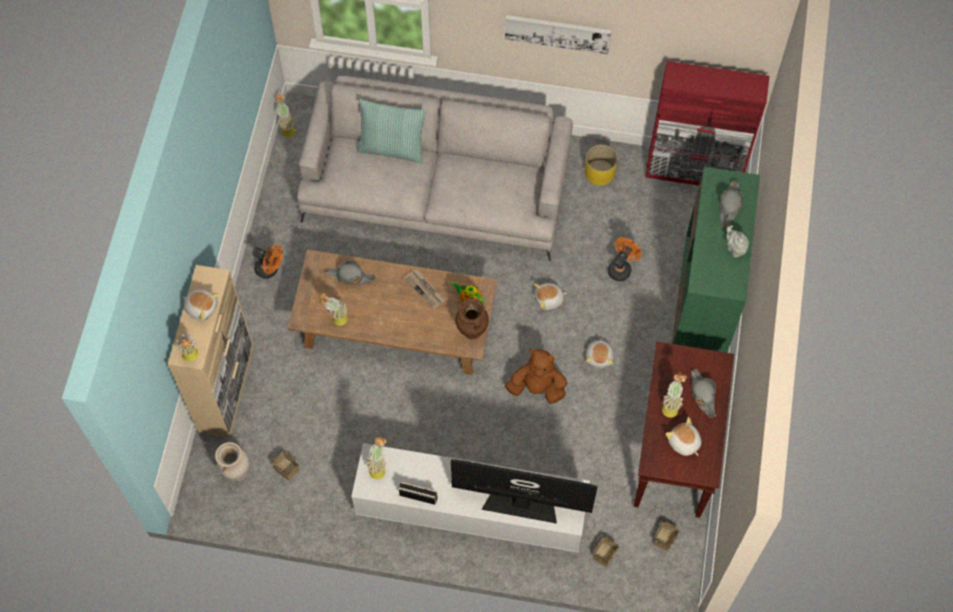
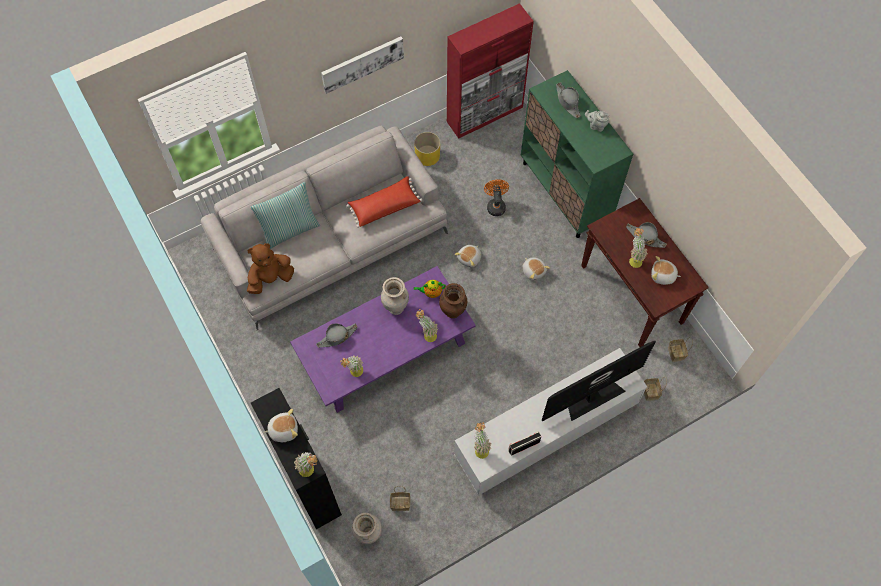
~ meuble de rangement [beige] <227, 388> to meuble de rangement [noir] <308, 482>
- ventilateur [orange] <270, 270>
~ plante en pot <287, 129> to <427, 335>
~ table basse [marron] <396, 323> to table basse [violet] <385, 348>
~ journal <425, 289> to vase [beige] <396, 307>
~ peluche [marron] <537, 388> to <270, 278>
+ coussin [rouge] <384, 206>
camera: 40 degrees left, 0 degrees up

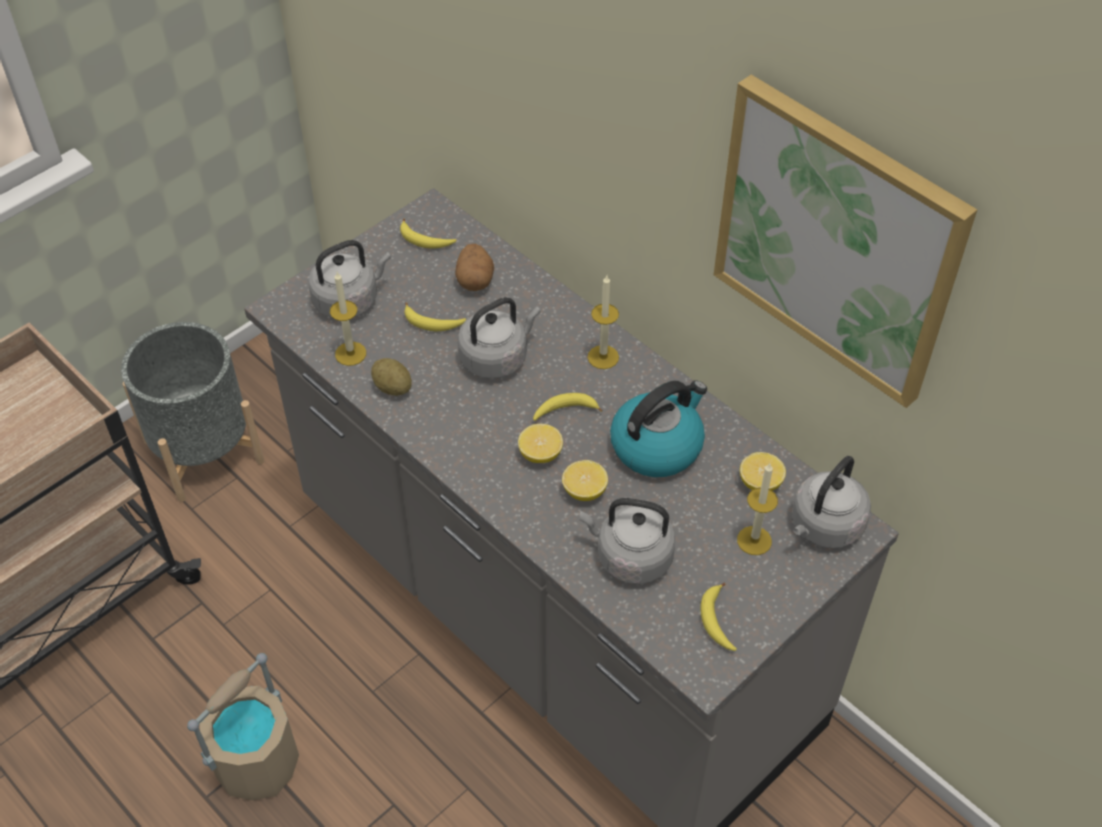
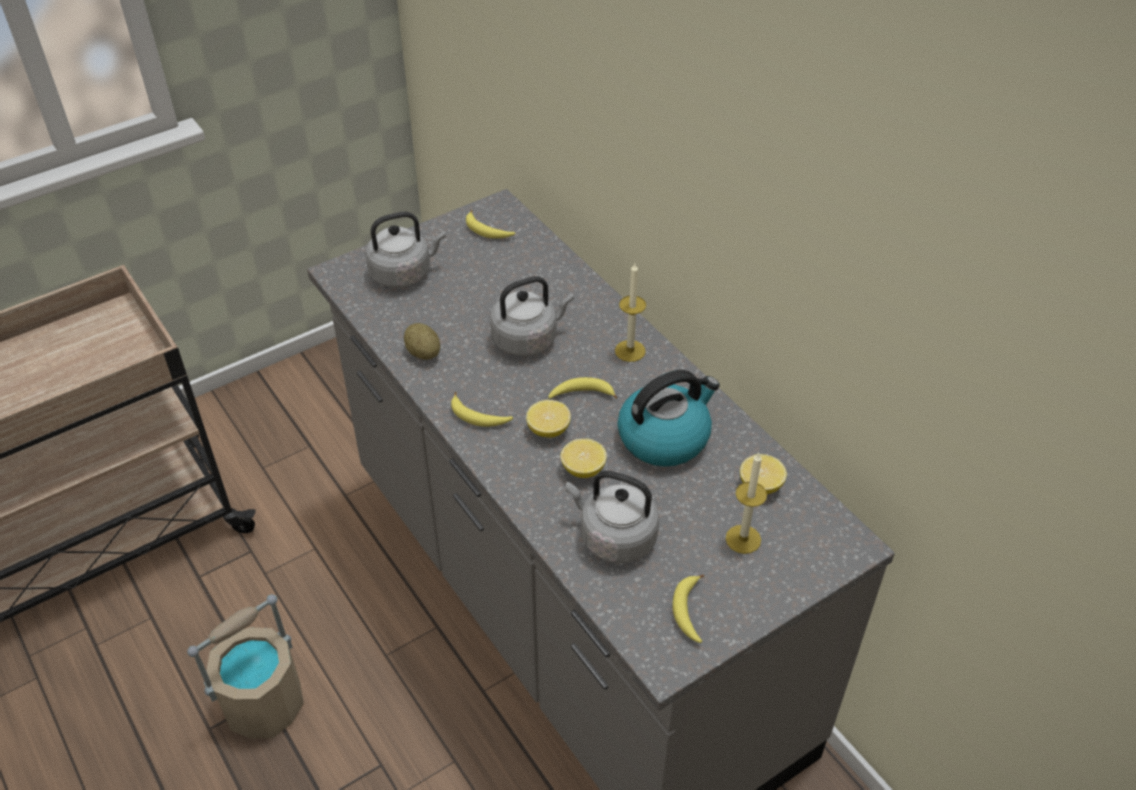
- cache-pot [gris] <203, 451>
- bougie <350, 353>
~ banane <432, 323> to <478, 417>
- pomme de terre <475, 280>
- tableau <837, 241>
- bouilloire [gris] <824, 527>
camera: 10 degrees right, 5 degrees down

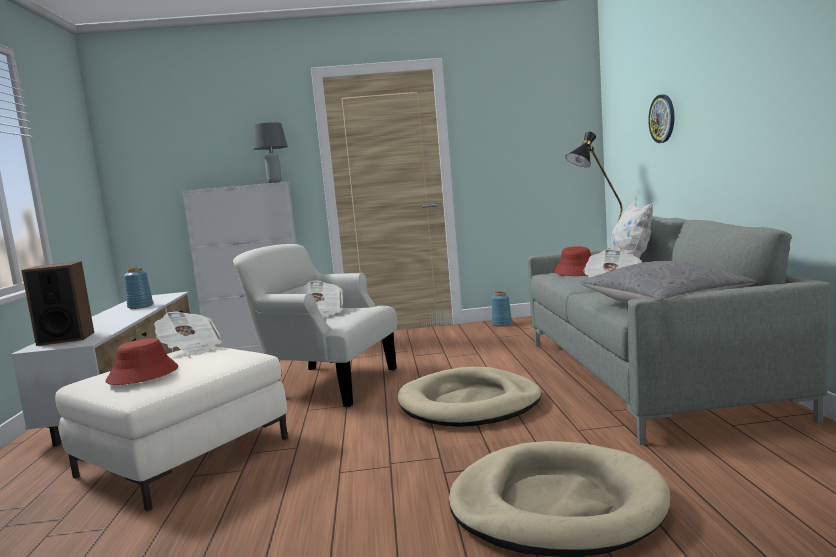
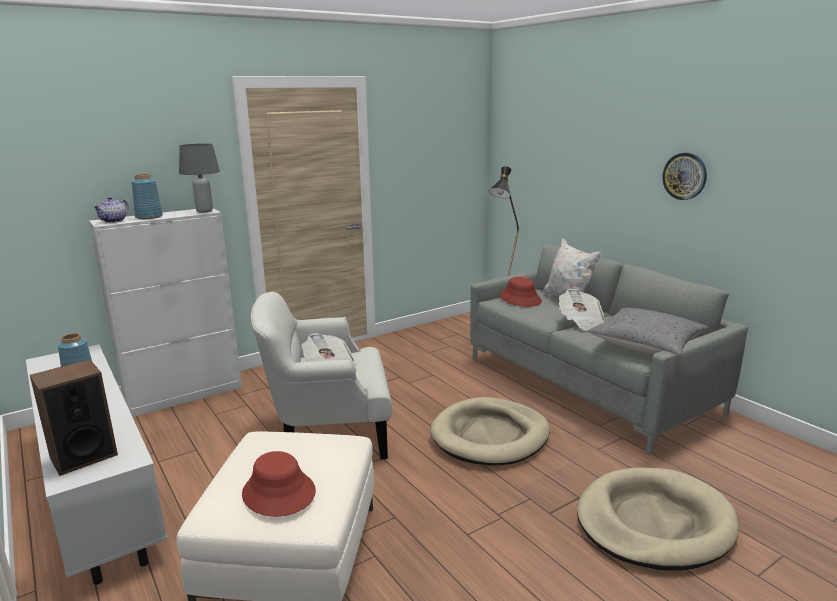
- journal <190, 349>
~ vase [bleu] <502, 324> to <149, 217>
~ horloge murale <662, 118> to <685, 176>
+ théière <114, 221>
camera: 30 degrees left, 10 degrees up

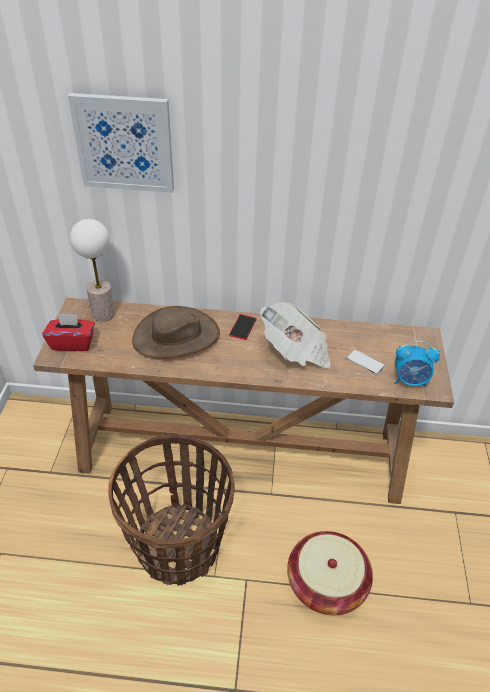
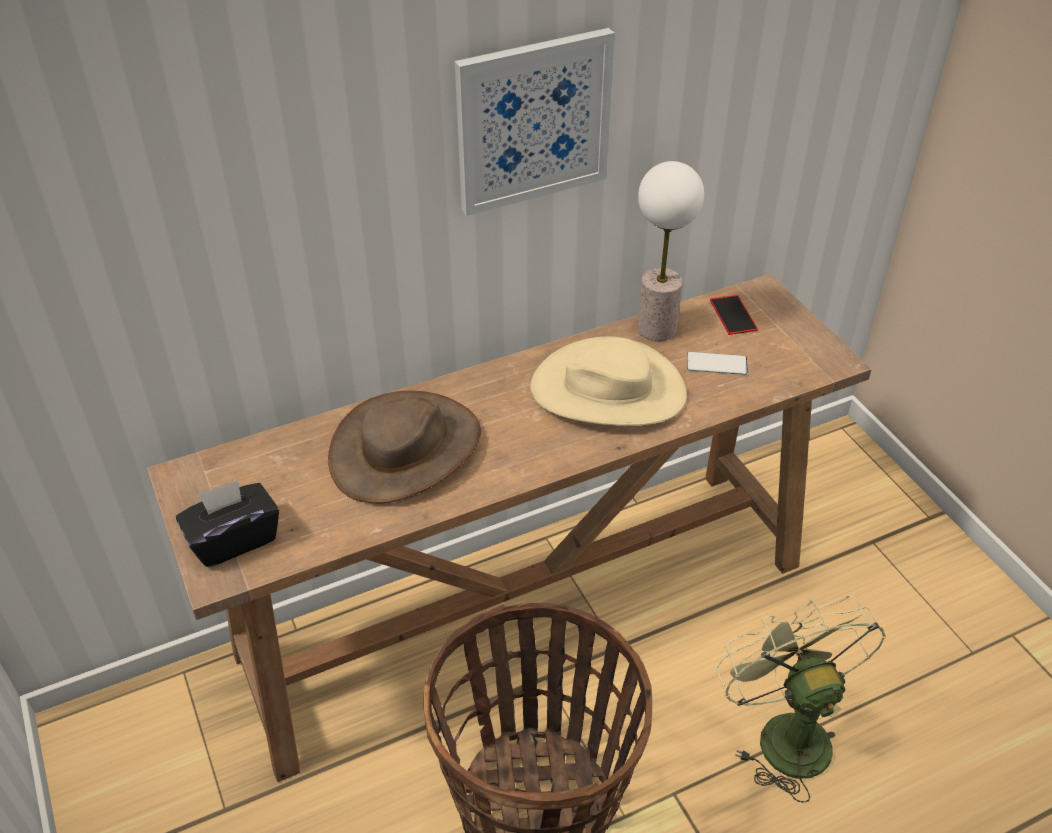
~ boîte à mouchoirs [rouge] <72, 343> to boîte à mouchoirs [noir] <234, 539>
~ tableau <124, 143> to <533, 121>
~ lampe de table <103, 314> to <657, 328>
~ téléphone <242, 327> to <733, 315>
~ journal <296, 351> to chapeau [beige] <608, 390>
~ panier <326, 583> to ventilateur [vert] <784, 732>
- réveil <410, 381>
camera: 30 degrees left, 0 degrees up

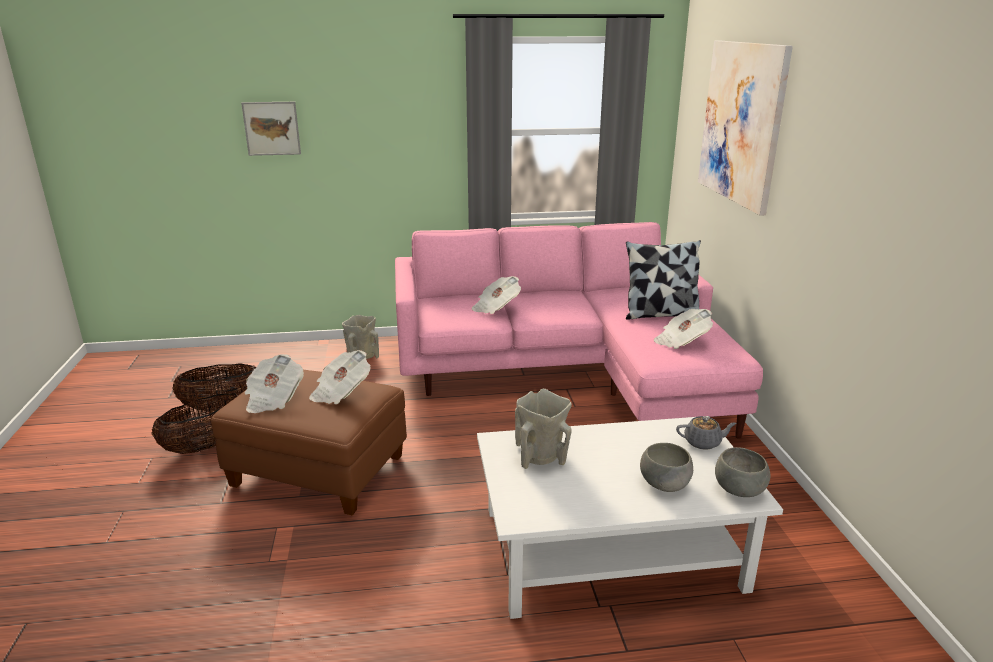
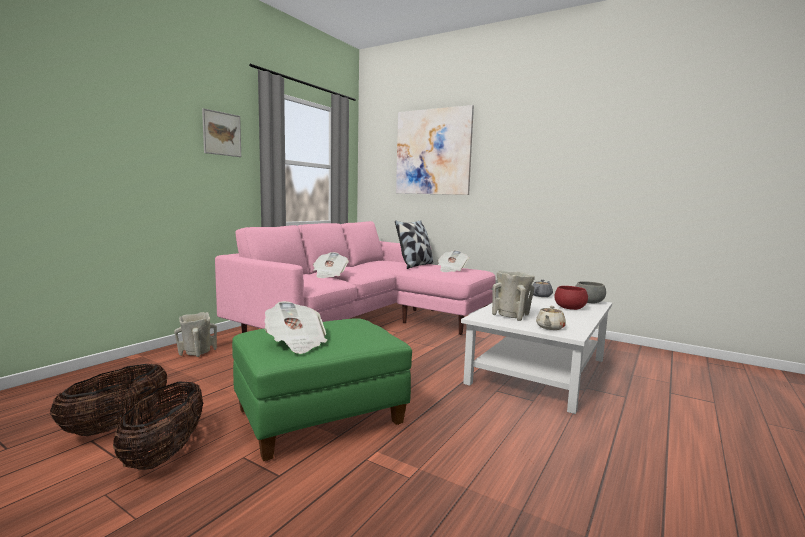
~ pouf [marron] <319, 471> to pouf [vert] <320, 417>
~ tableau <271, 128> to <222, 133>
- journal <340, 392>
~ bol [gris] <664, 483> to bol [rouge] <569, 308>
+ théière [beige] <550, 327>
camera: 50 degrees left, 15 degrees down

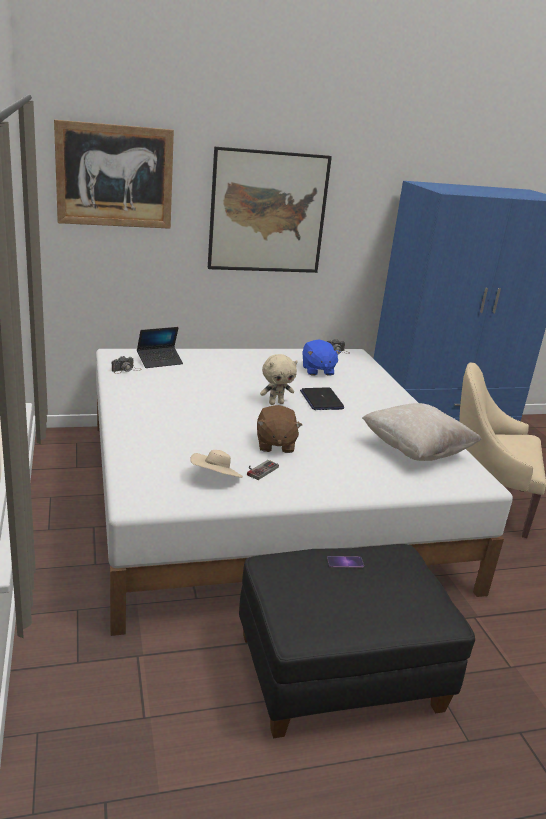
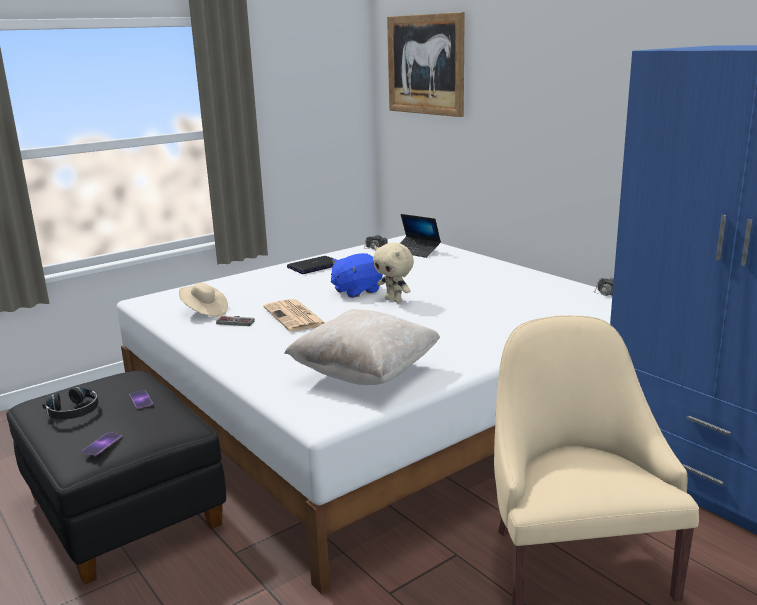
- tableau <267, 212>
~ peluche [marron] <275, 444> to journal <295, 316>
~ ordinateur portable <321, 400> to <314, 266>
~ peluche [bleu] <317, 370> to <356, 291>
+ casque audio [noir] <73, 411>
+ téléphone <102, 444>
camera: 70 degrees right, 5 degrees down

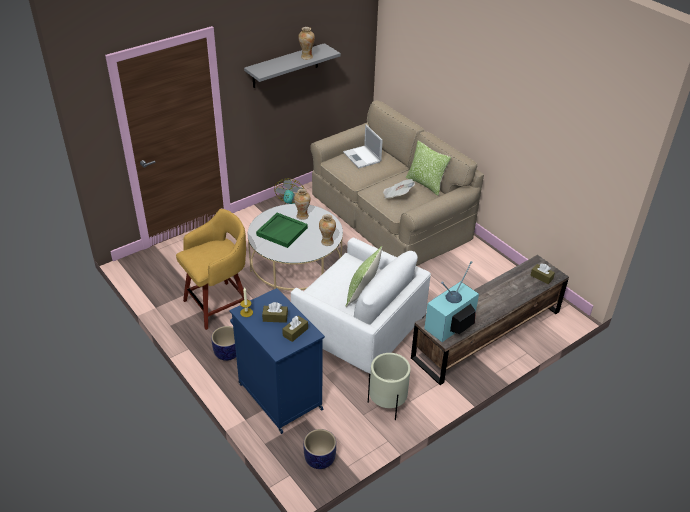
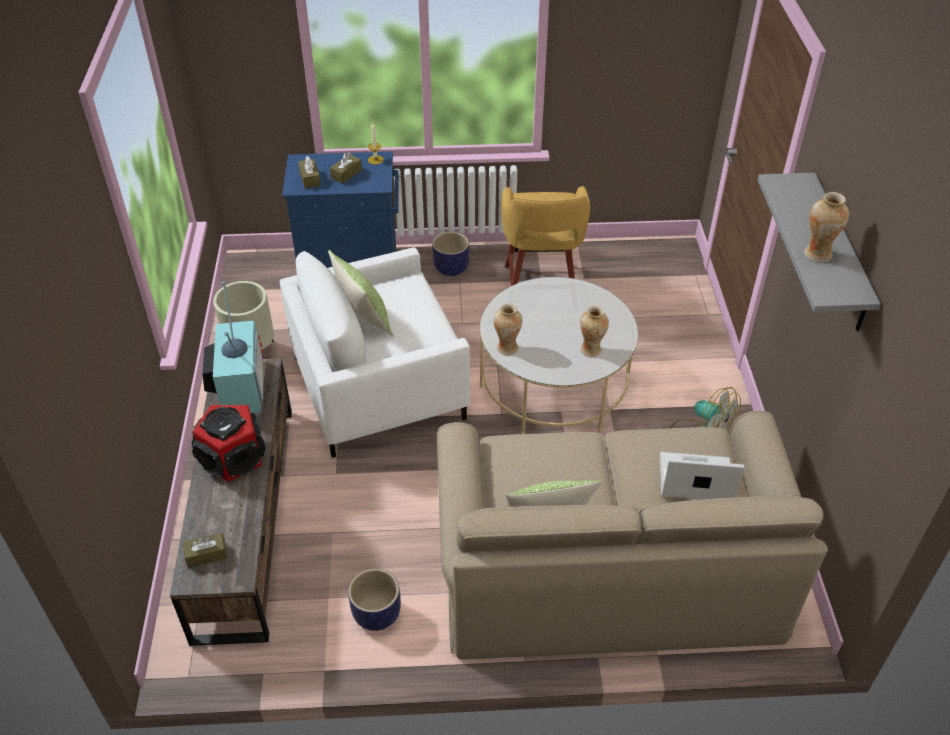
- plateau [vert] <282, 231>
~ cache-pot <320, 459> to <376, 614>
- journal <397, 195>
+ enceinte <234, 458>
camera: 125 degrees right, 5 degrees up

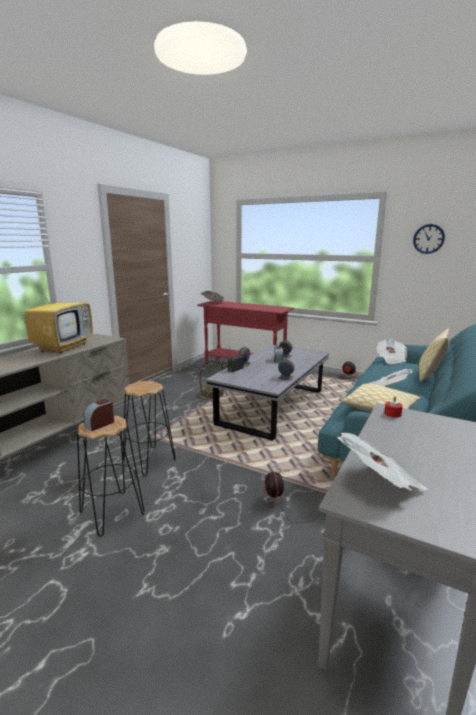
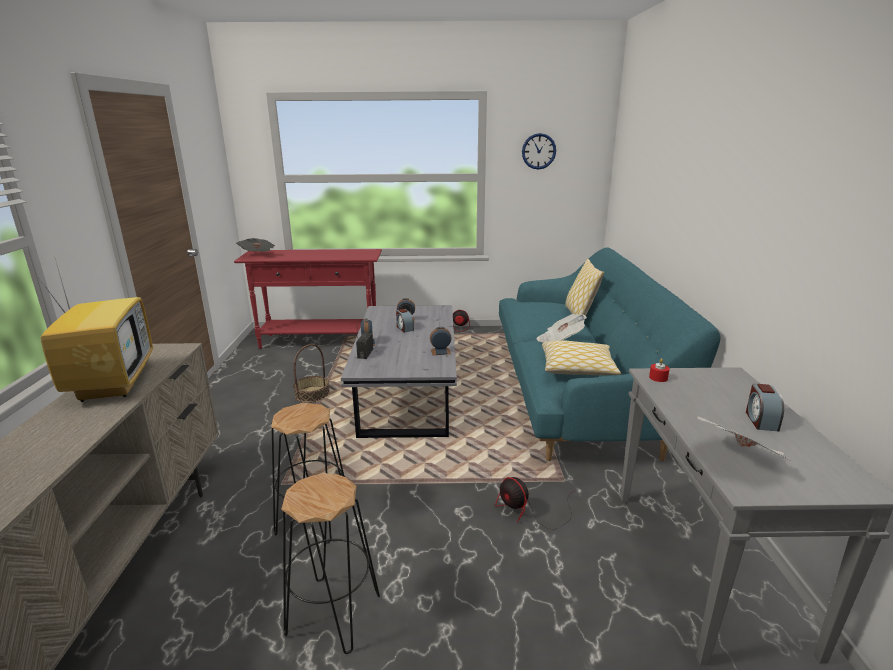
~ réveil <100, 424> to <761, 420>
- journal <390, 360>
camera: 30 degrees left, 5 degrees up

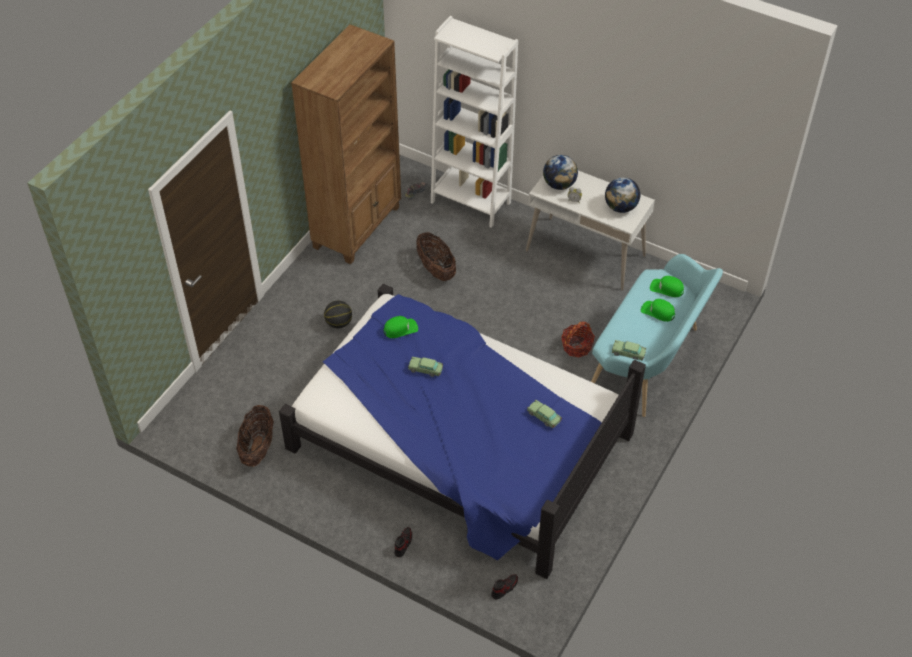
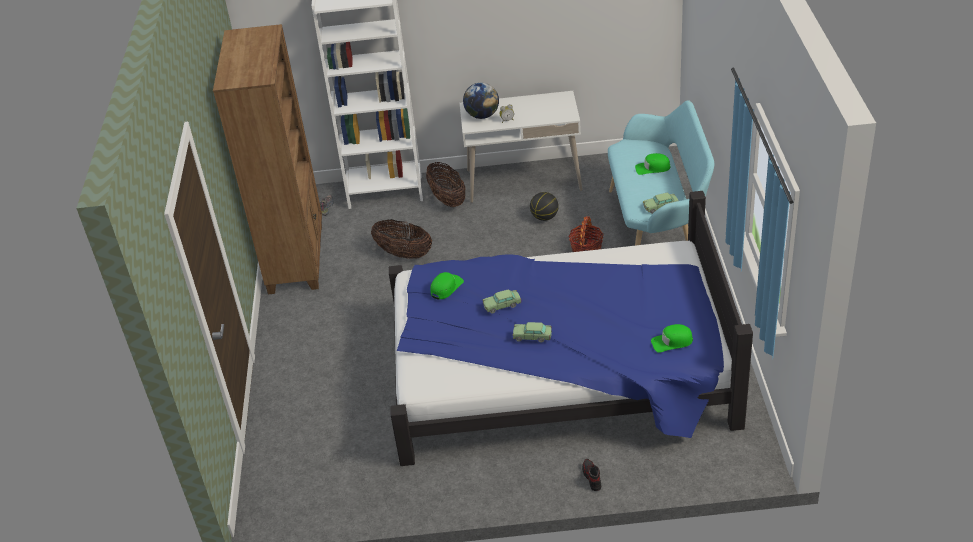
~ panier <257, 448> to <447, 199>
~ ballon de basket <338, 323> to <544, 217>
- chaussure <504, 588>
~ petite voiture <544, 417> to <532, 336>
- globe <621, 207>
~ casquette [vert] <666, 288> to <672, 342>
camera: 30 degrees left, 10 degrees down

